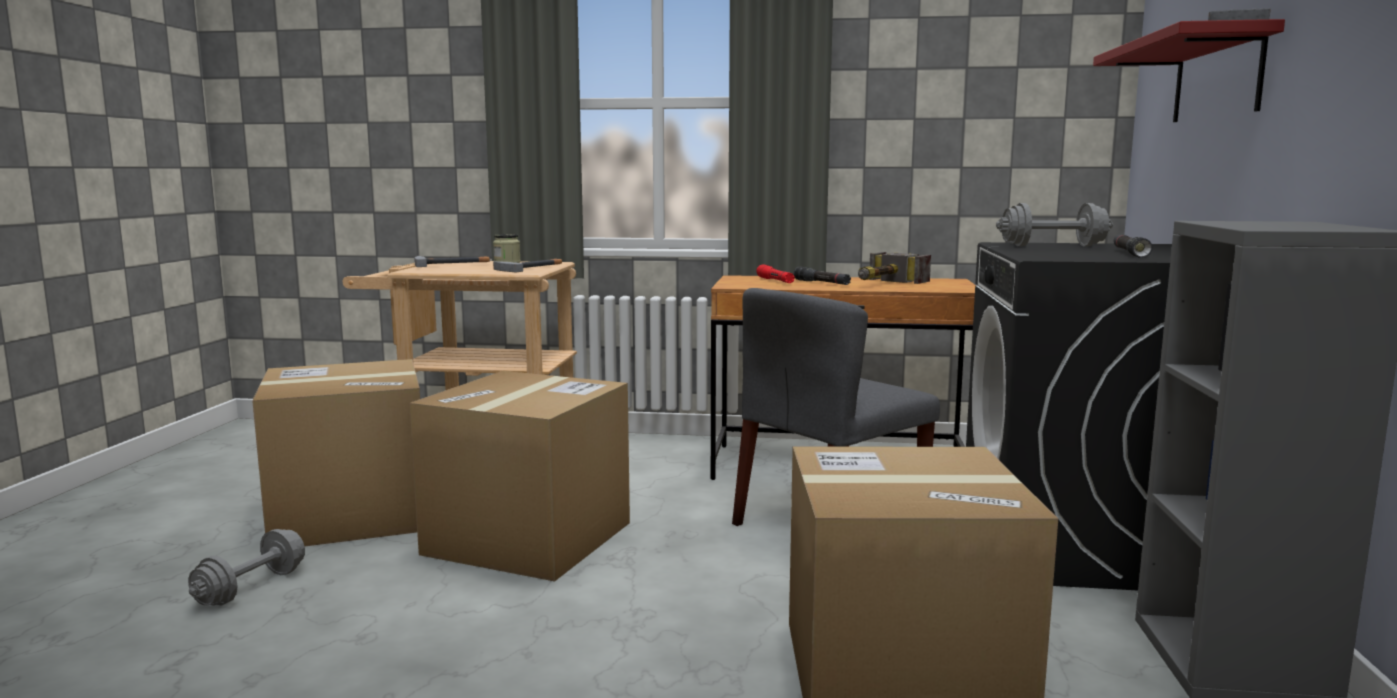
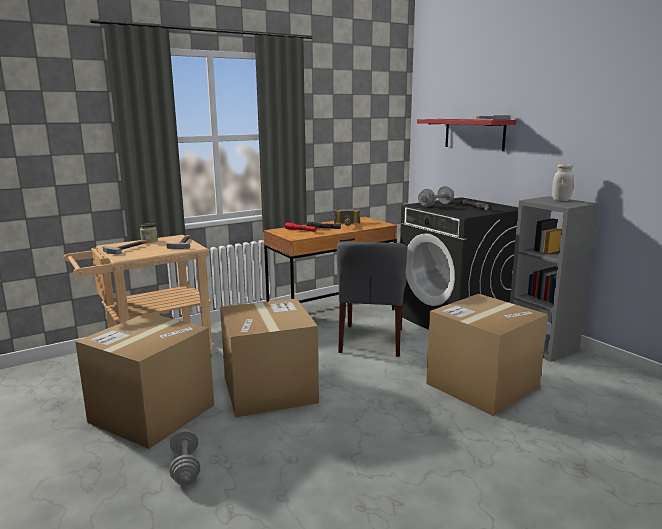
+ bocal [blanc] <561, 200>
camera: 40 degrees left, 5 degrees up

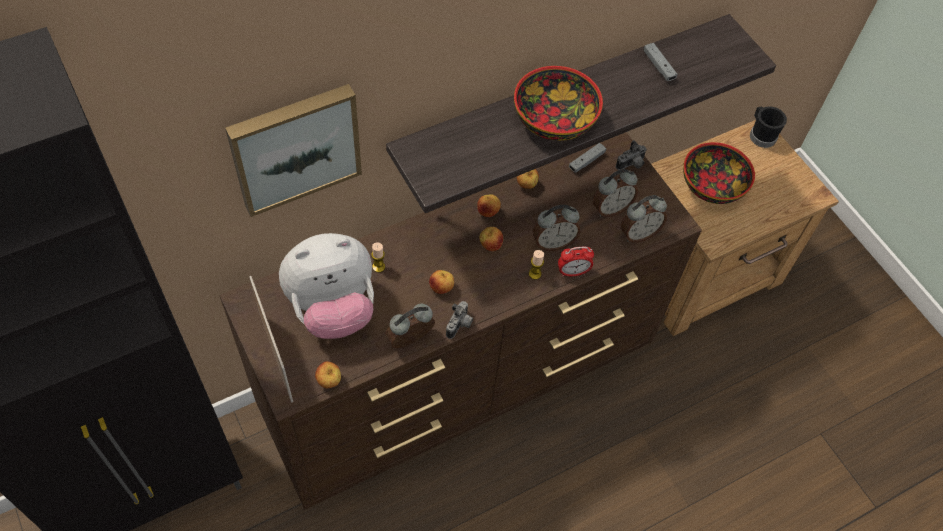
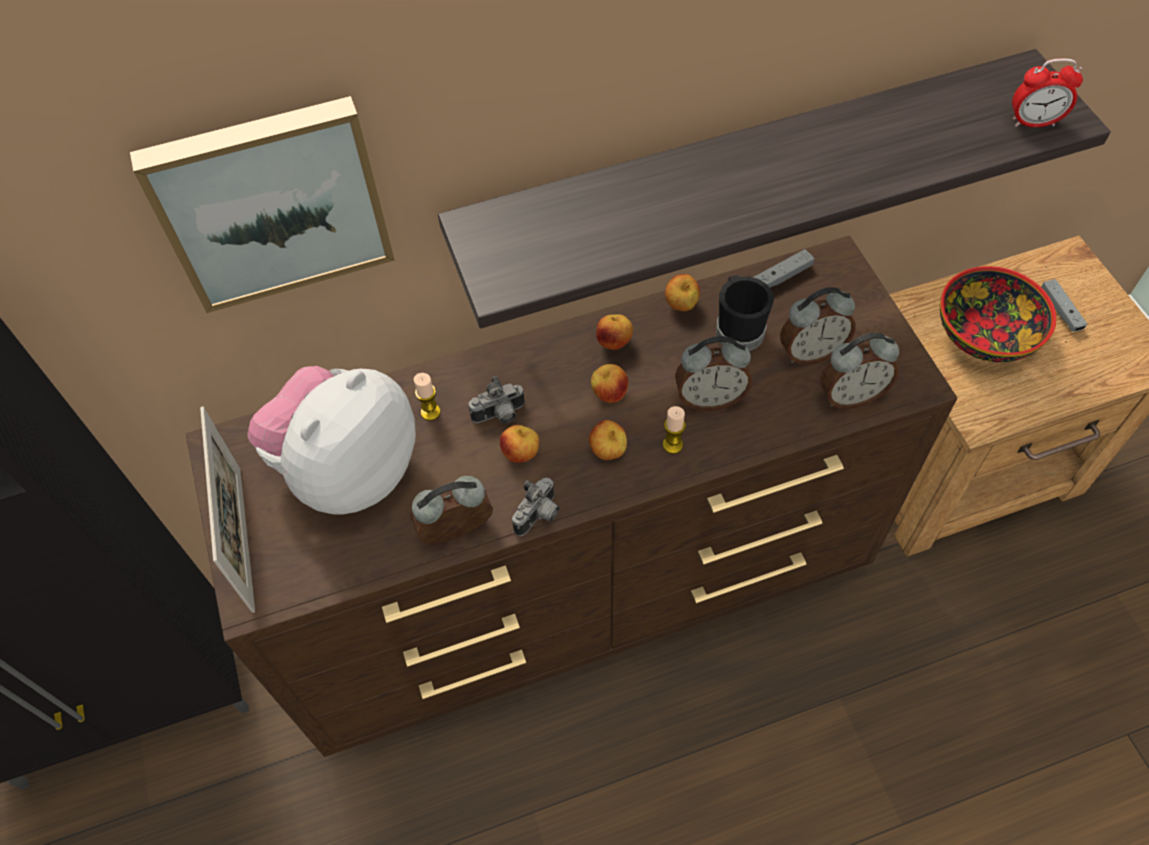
~ peluche <333, 308> = <348, 470> 135 degrees clockwise
~ pomme <329, 381> to <608, 451>
- bol <553, 119>
~ réveil <573, 272> to <1033, 122>
~ appareil photo <631, 165> to <500, 415>
~ manette [gris] <658, 66> to <1060, 310>
~ mug [noir] <761, 135> to <738, 327>
camera: 15 degrees right, 0 degrees up

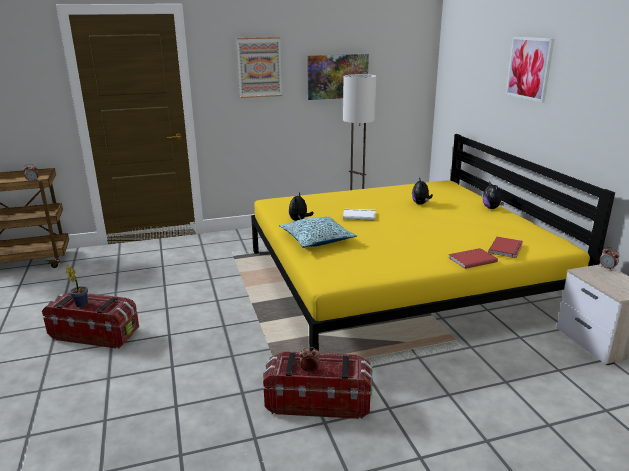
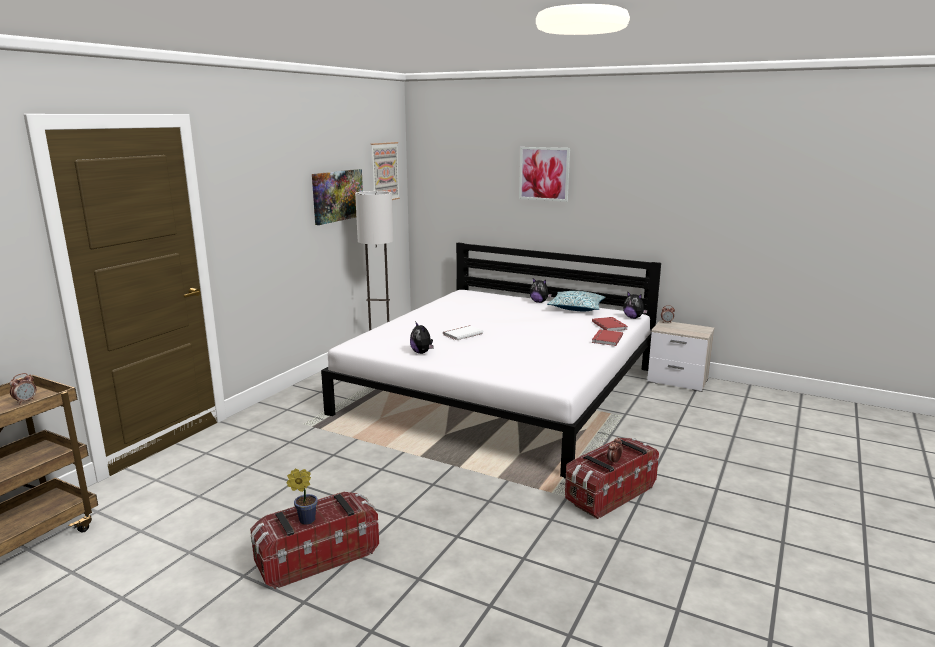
~ tableau <259, 67> to <384, 172>
~ lit [jaune] <399, 281> to lit [blanc] <502, 390>
~ coussin <317, 240> to <577, 308>
~ peluche <421, 204> to <633, 318>
camera: 45 degrees left, 5 degrees down

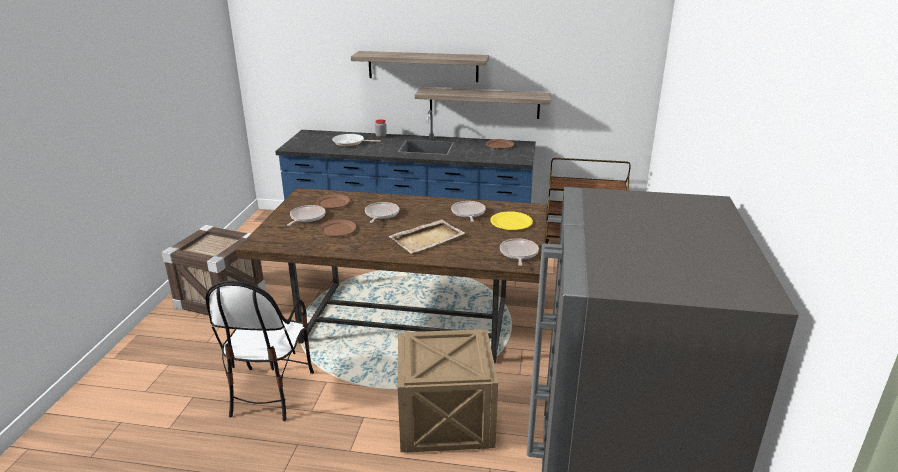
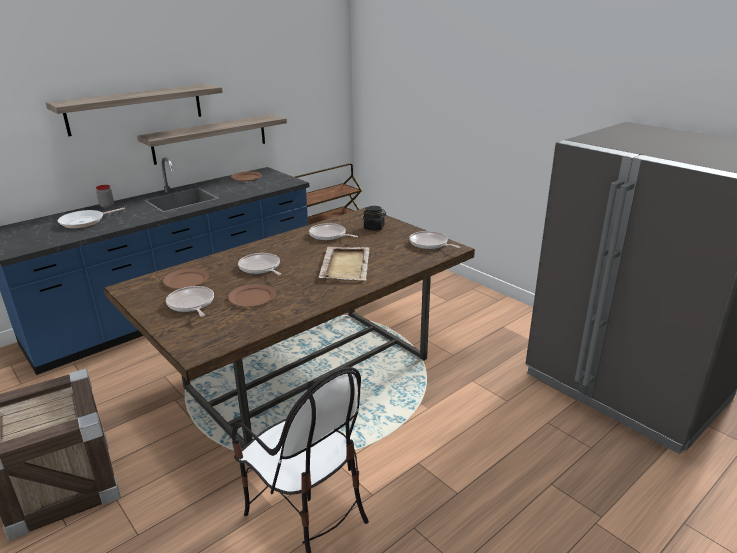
- caisse <447, 421>
~ assiette [jaune] <511, 222> to bocal [noir] <374, 228>
camera: 50 degrees left, 0 degrees up

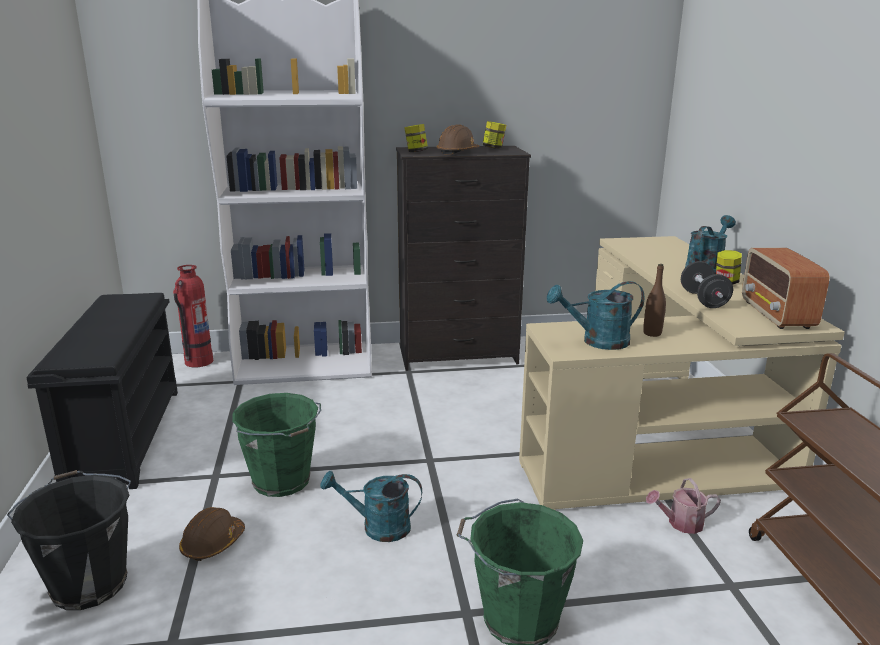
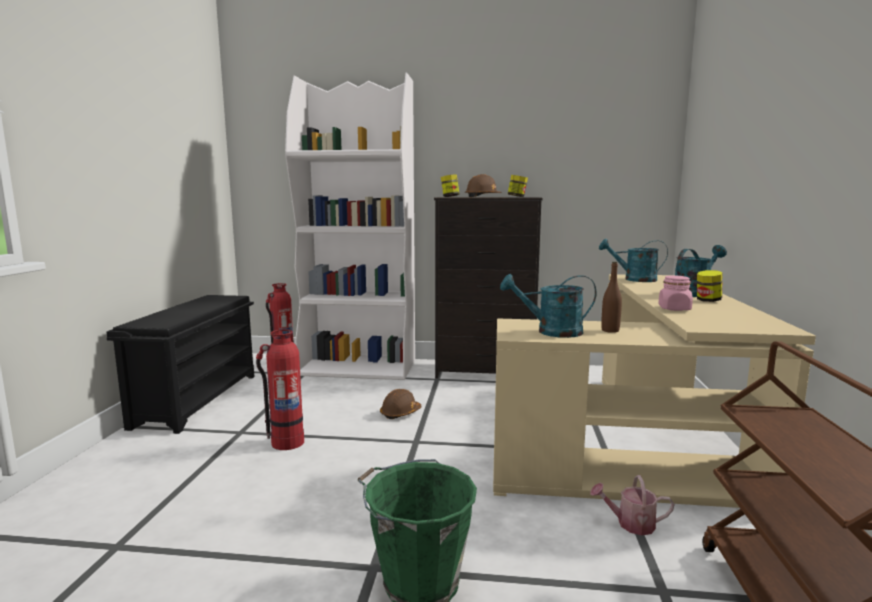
- seau [noir] <89, 583>
~ casque de chantier [marron] <213, 543> to <400, 413>
~ seau [vert] <282, 482> to extincteur <287, 442>
~ arrosoir [turquoise] <377, 527> to <634, 279>
~ haltère [noir] <703, 300> to bocal [rose] <674, 309>
- radio <777, 315>
camera: 15 degrees right, 10 degrees down

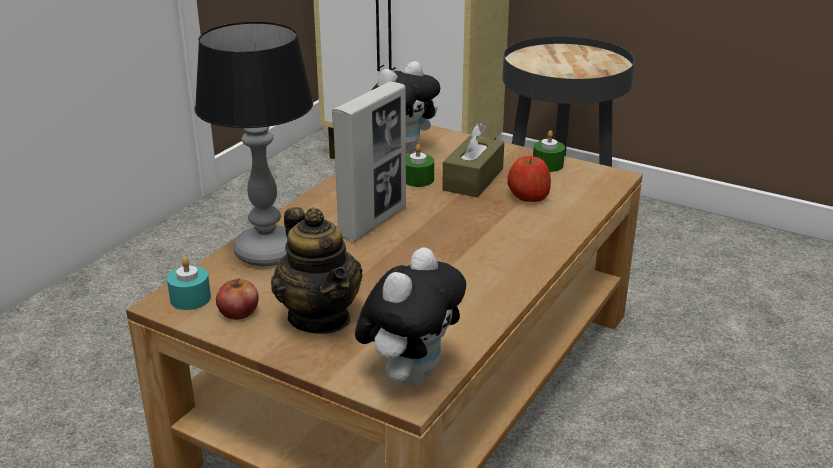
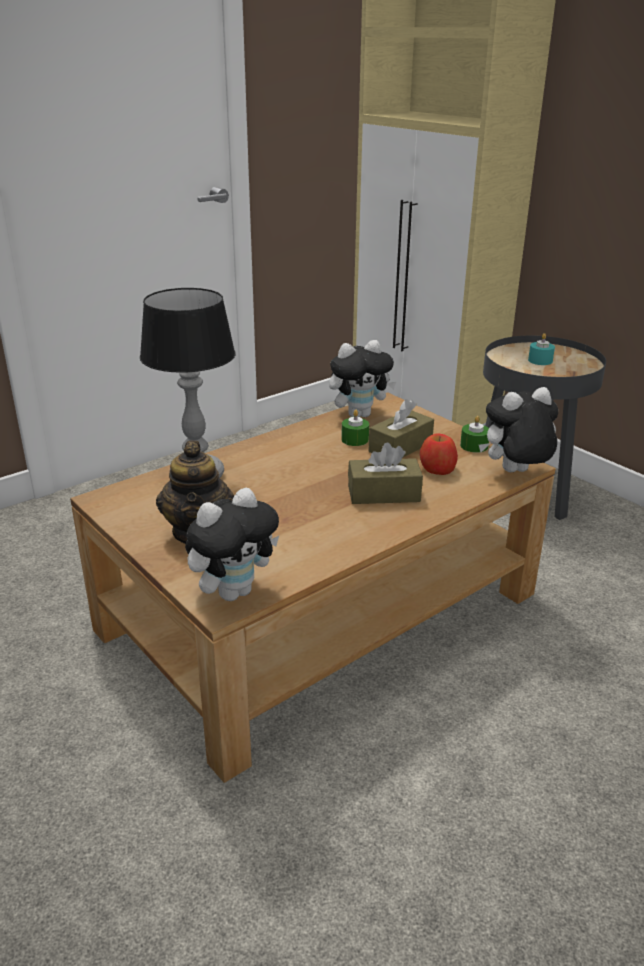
~ bougie [turquoise] <190, 298> to <540, 360>
- pomme <238, 311>
- cadre photo <373, 222>
+ boîte à mouchoirs [marron] <383, 494>
+ peluche <515, 473>
camera: 20 degrees right, 0 degrees up

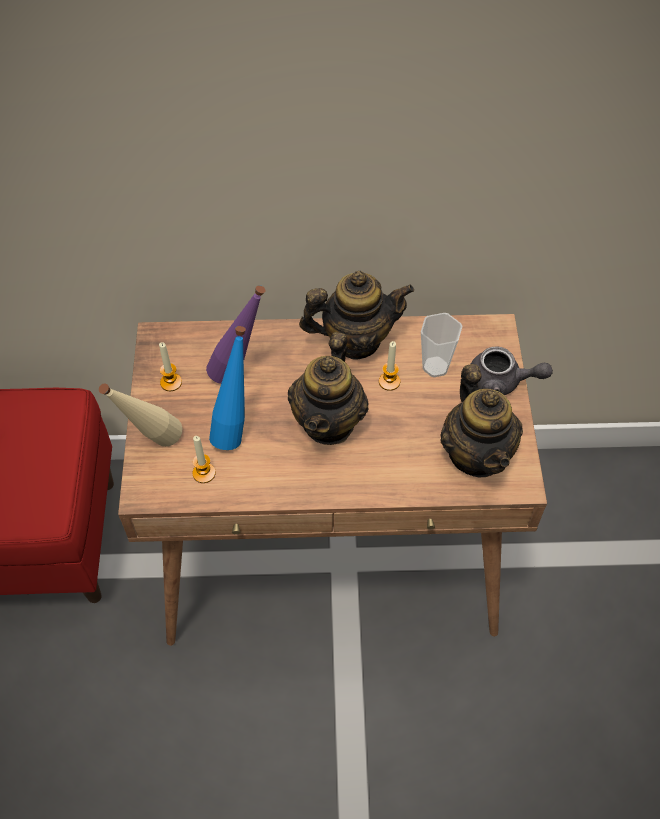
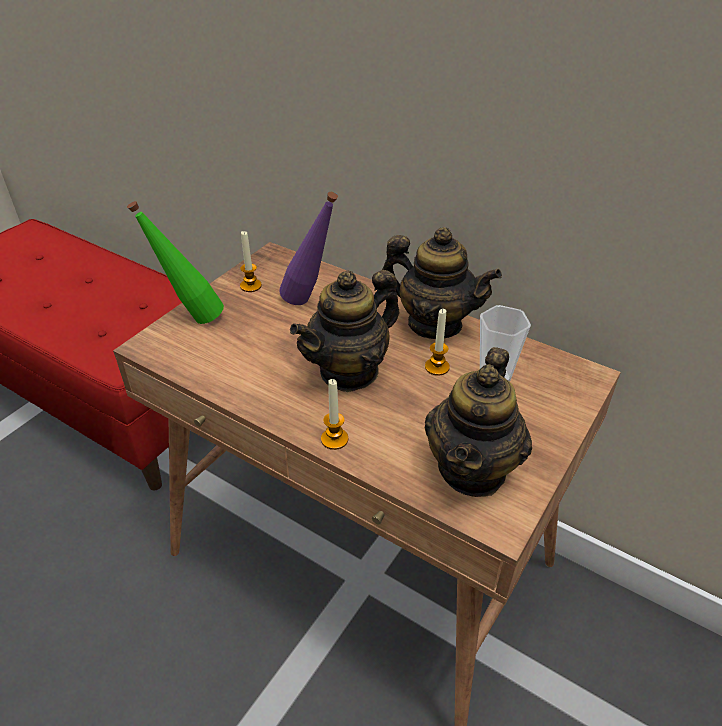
~ bouteille [beige] <153, 445> to bouteille [vert] <191, 318>
~ bougie <204, 473> to <334, 439>
- bouteille [bleu] <235, 428>
- théière [gris] <501, 382>
camera: 35 degrees right, 15 degrees down

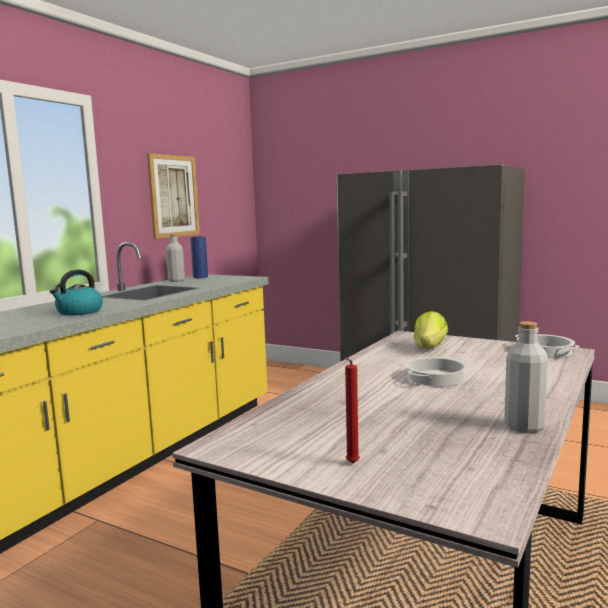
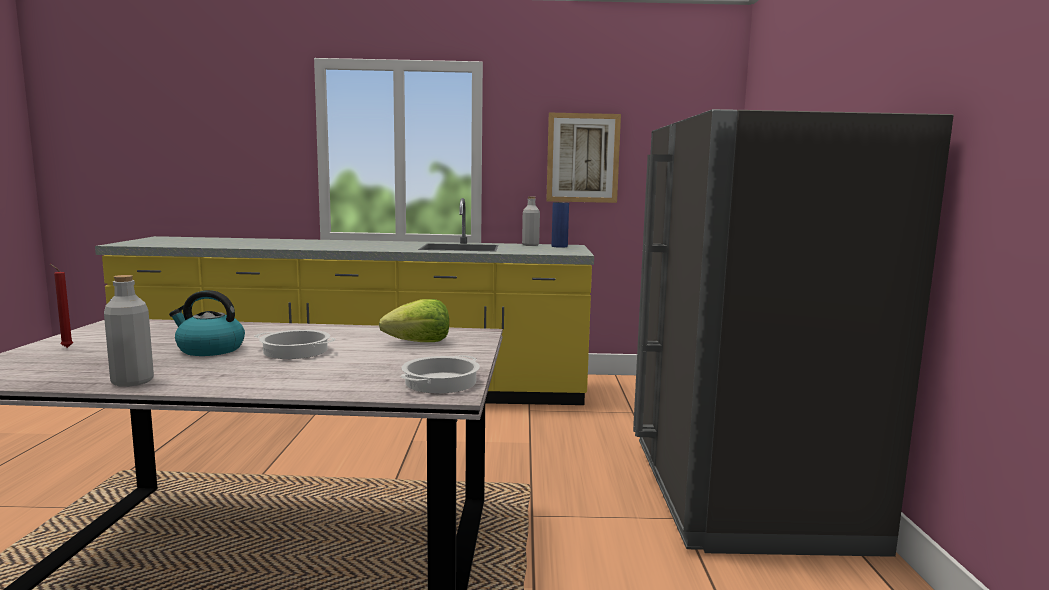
~ bouilloire <79, 312> to <209, 349>
camera: 60 degrees right, 0 degrees up

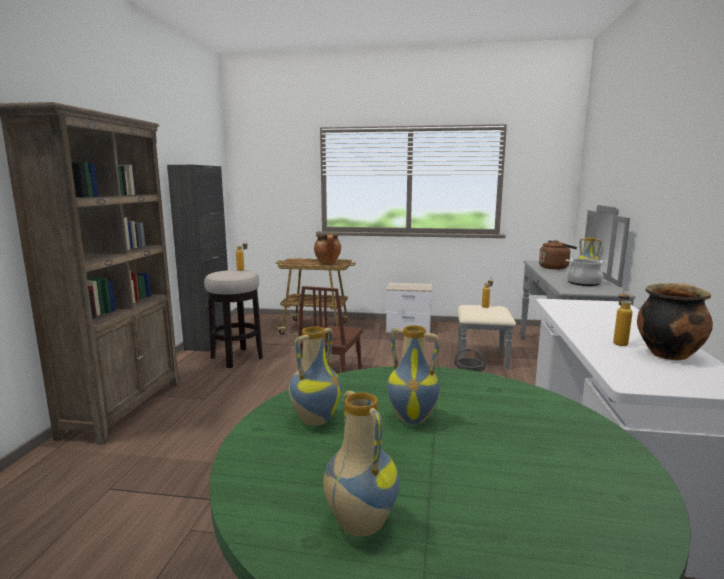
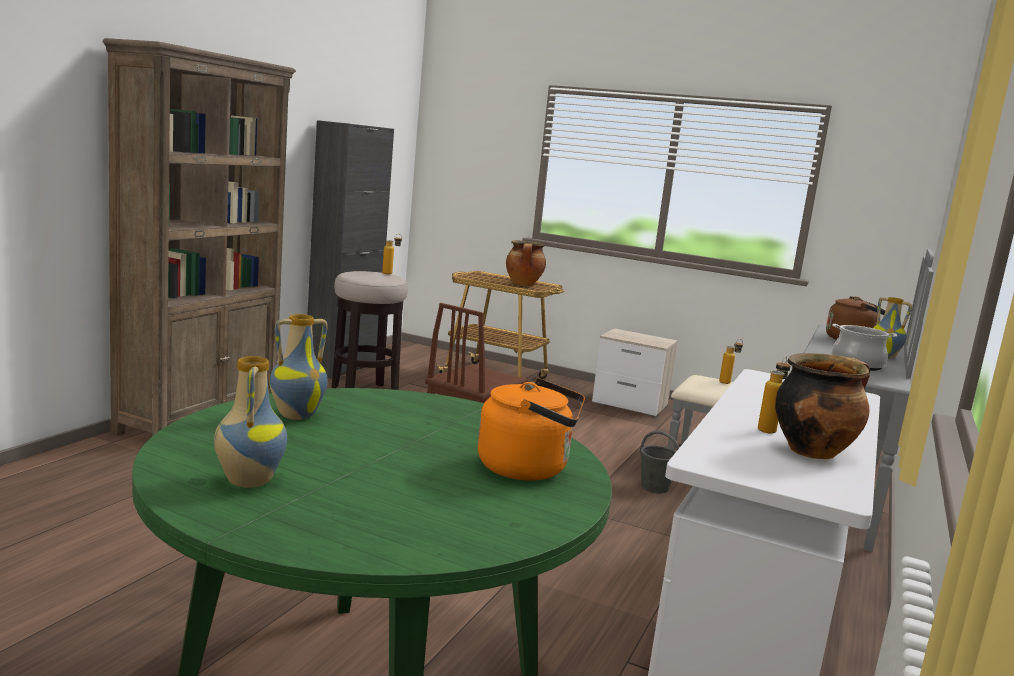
- vase <413, 417>
+ bouilloire [orange] <528, 469>
camera: 15 degrees right, 0 degrees up

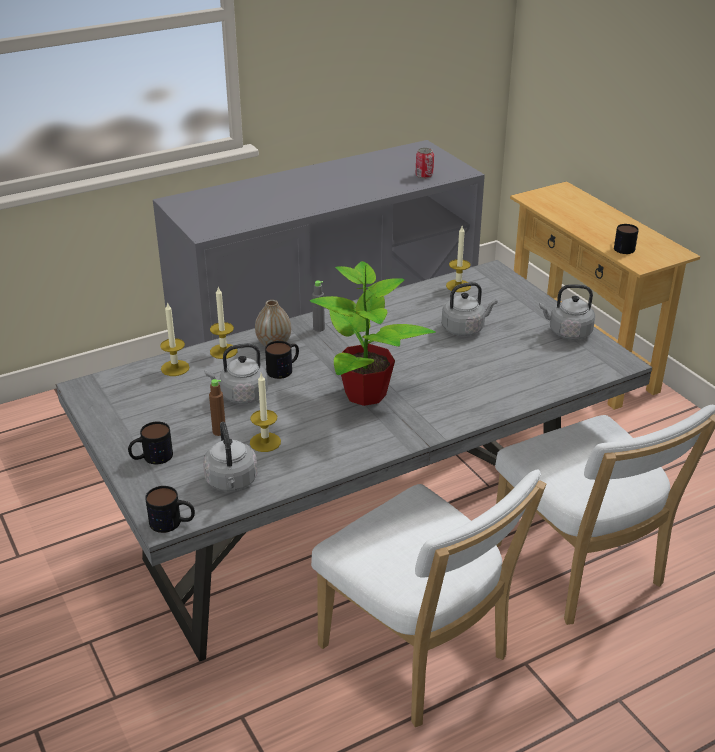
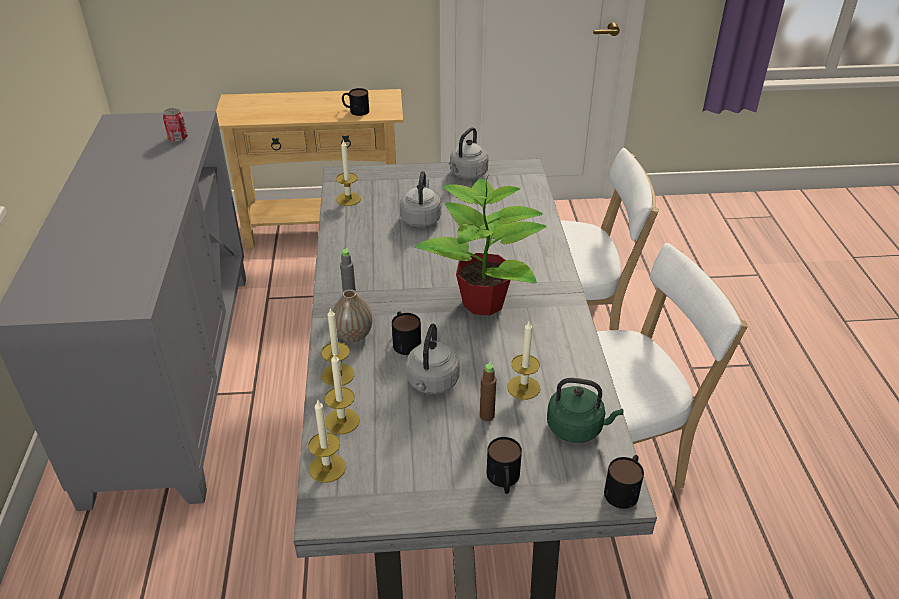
~ bouilloire [gris] <232, 482> to bouilloire [vert] <577, 428>
+ bougie <327, 468>
camera: 65 degrees left, 5 degrees up

